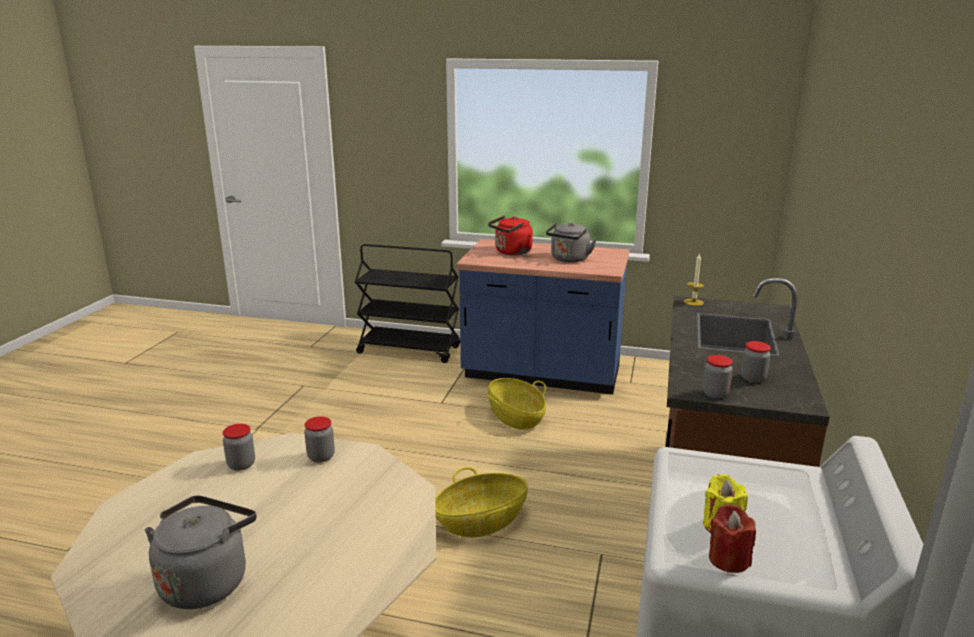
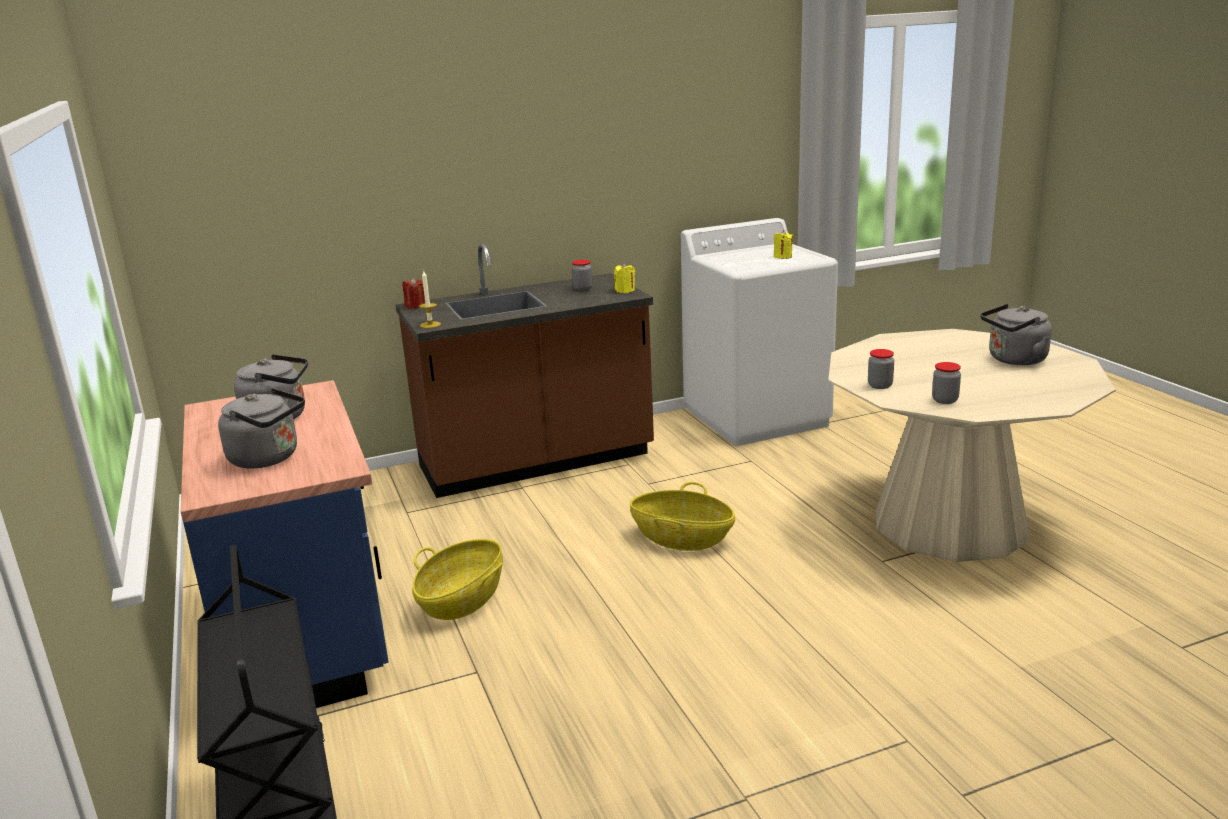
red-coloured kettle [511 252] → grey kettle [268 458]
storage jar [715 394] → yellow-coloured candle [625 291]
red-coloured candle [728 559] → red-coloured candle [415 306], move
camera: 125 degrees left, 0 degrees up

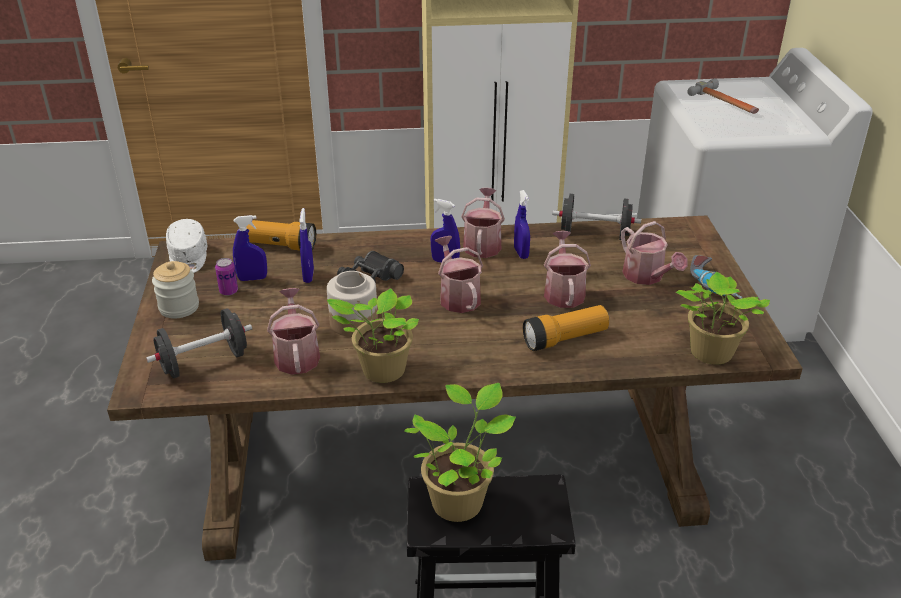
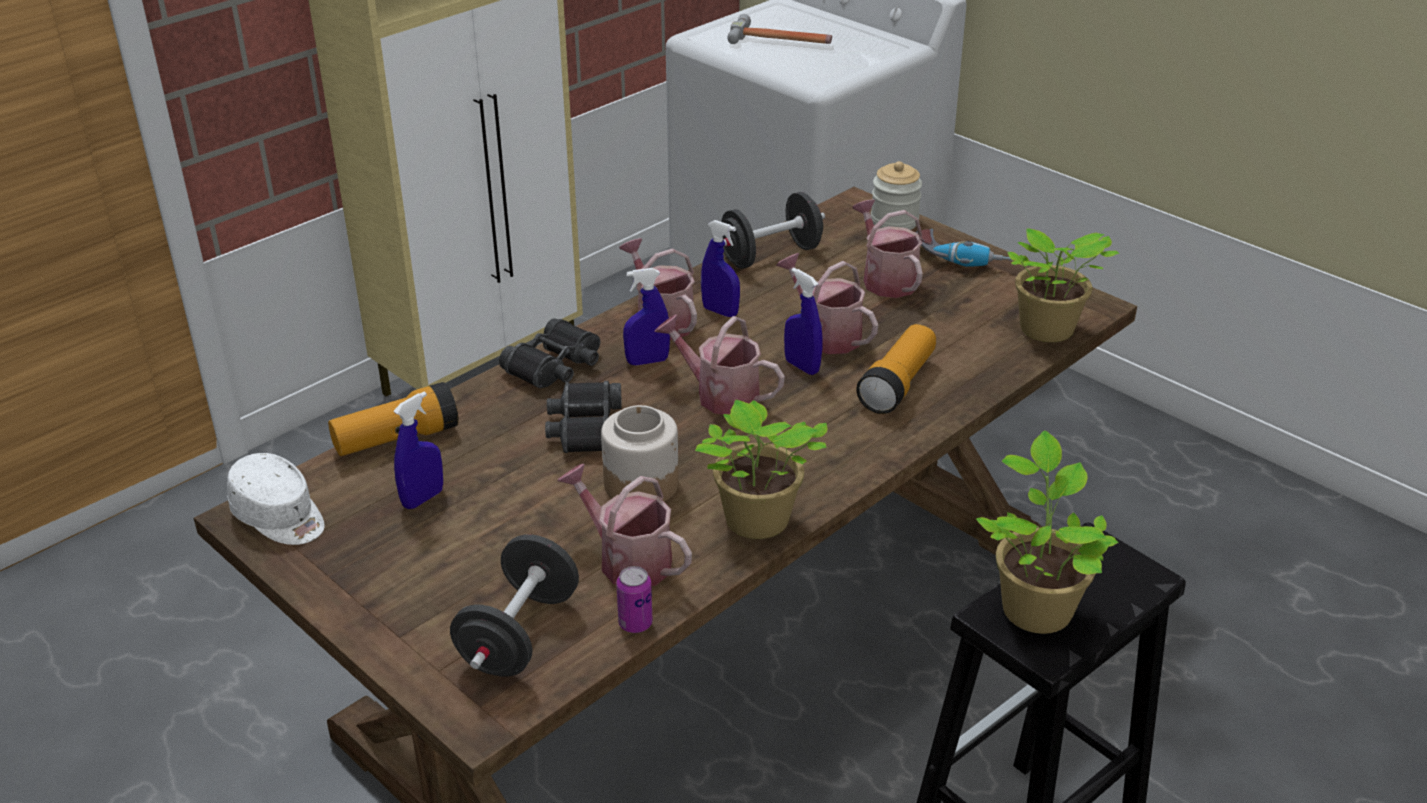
storage jar [179 307] → storage jar [894 221], move
can [229 291] → can [635 623], move
blue-coloured hand sprayer [308 276] → blue-coloured hand sprayer [801 366], move
watering pot [647 277] → watering pot [886 279], 135 degrees counterclockwise
- → blackish pair of binoculars [555 366]
camera: 40 degrees left, 0 degrees up

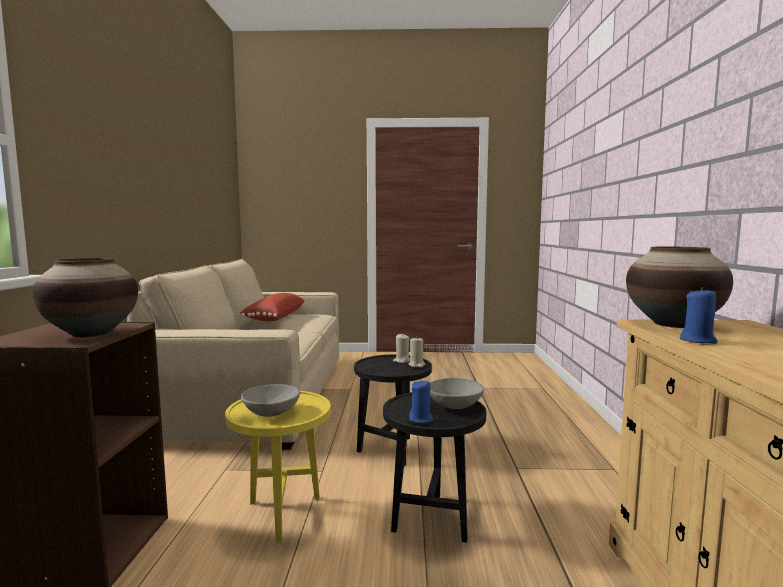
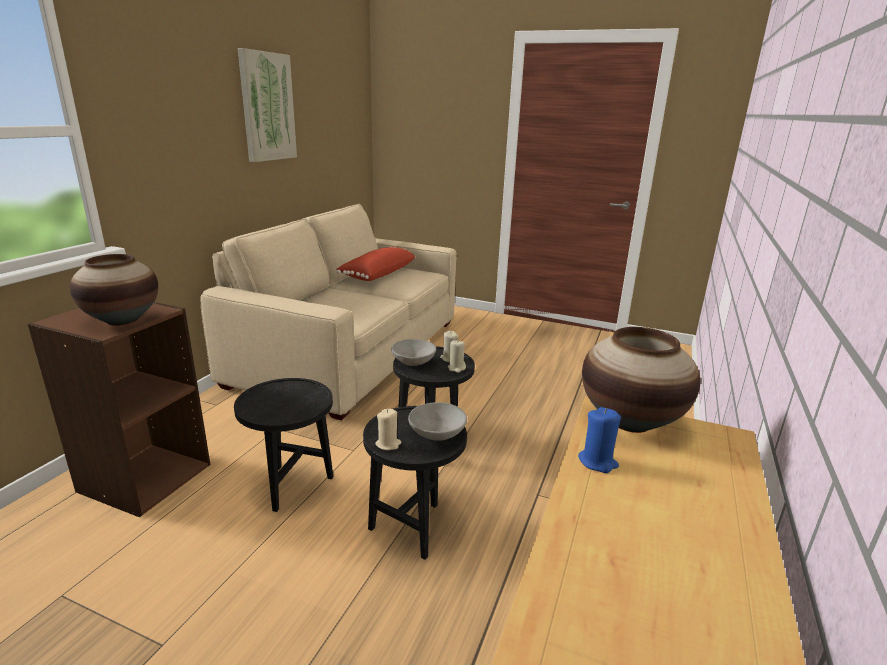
yellow-coloured end table [282 516] → blackish end table [292 488]
grey bowl [271 413] → grey bowl [413 362], move
blue-coloured candle [421 419] → beige candle [388 444]
- → wall picture [267 107]
camera: 20 degrees right, 15 degrees up

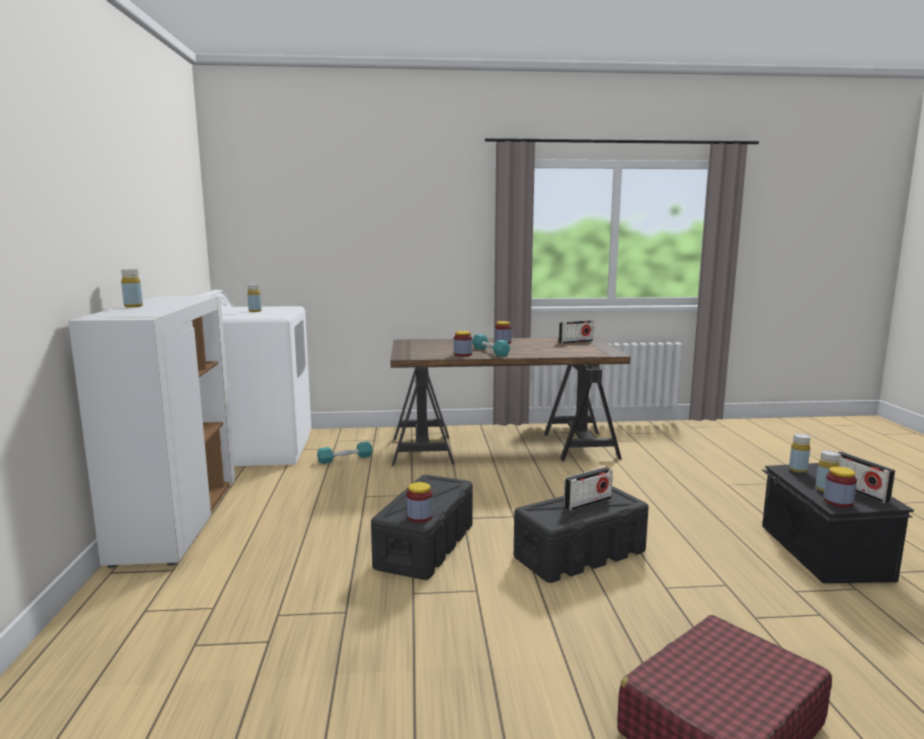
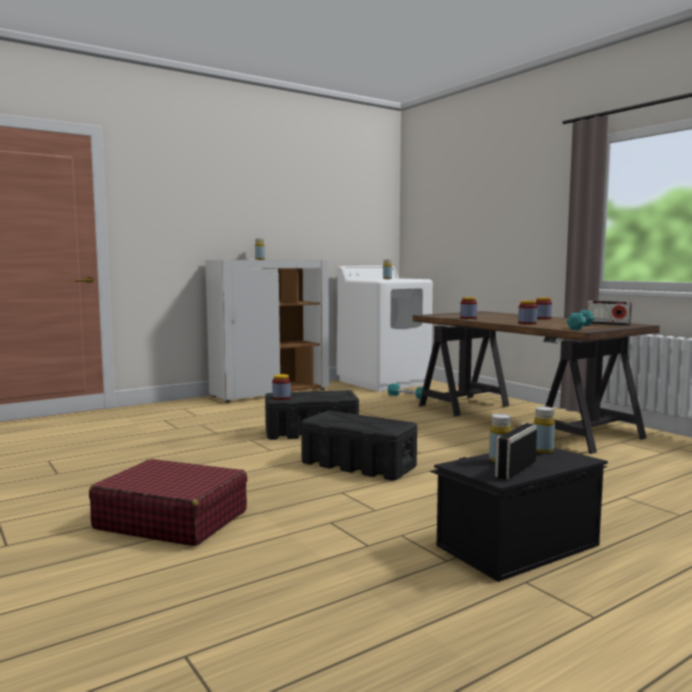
turquoise free weight [490 351] → turquoise free weight [580 327], move
radio receiver [587 503] → -
storage jar [838 502] → storage jar [527 323], move
camera: 60 degrees right, 5 degrees down

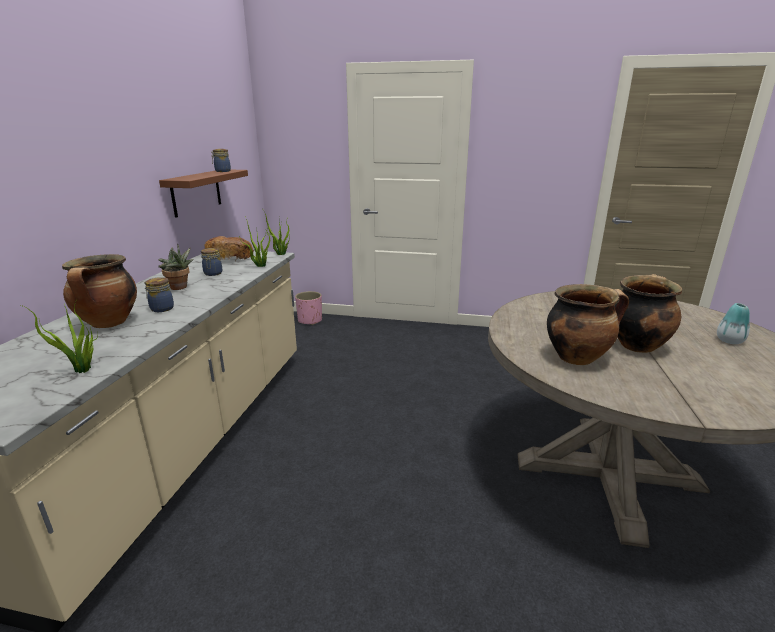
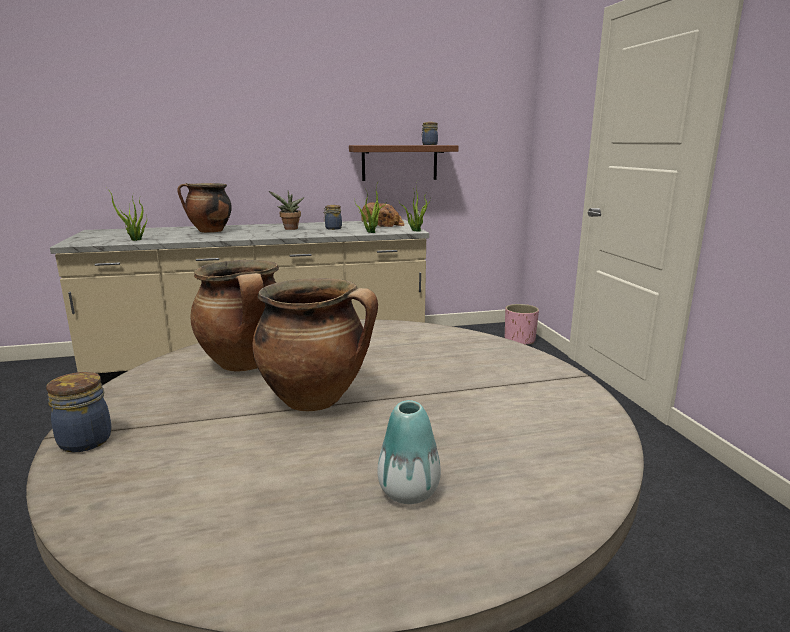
storage jar [161 308] → storage jar [86 440], move
camera: 65 degrees right, 5 degrees down

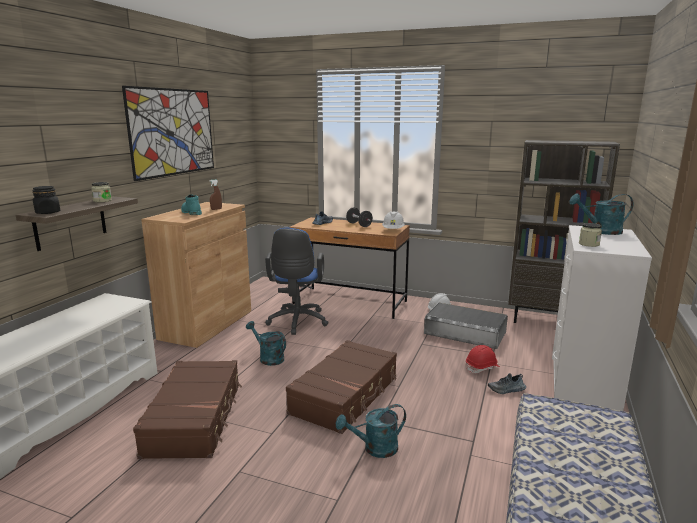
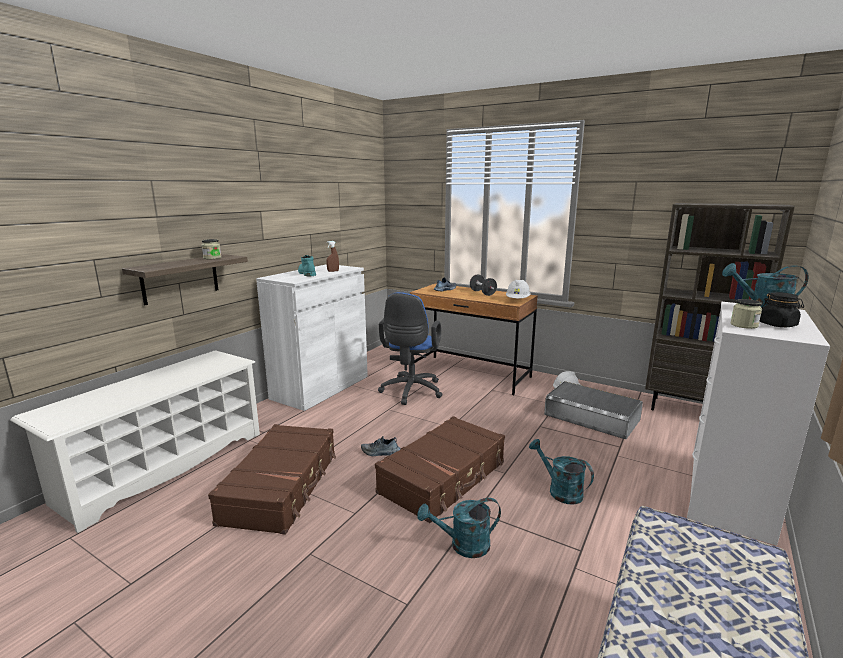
blackish storage jar [48 212] → blackish storage jar [778 325], move
wall picture [173 132] → -
brownish cupboard [206 324] → whitish cupboard [320 387]
turquoise watering pot [268 358] → turquoise watering pot [560 491], move
red-coloured hard hat [482 368] → -
item of footwear [506 390] → item of footwear [380 453], move
camera: 10 degrees right, 0 degrees up

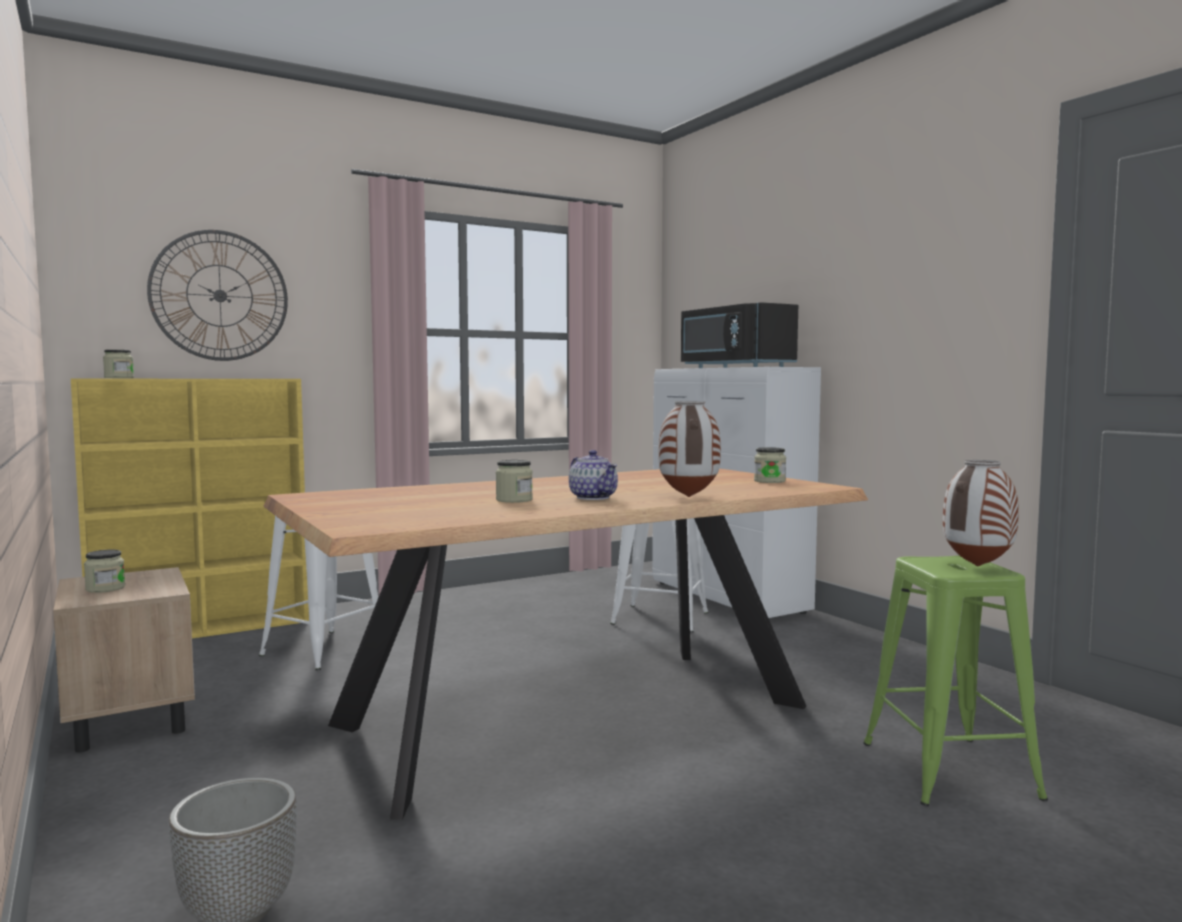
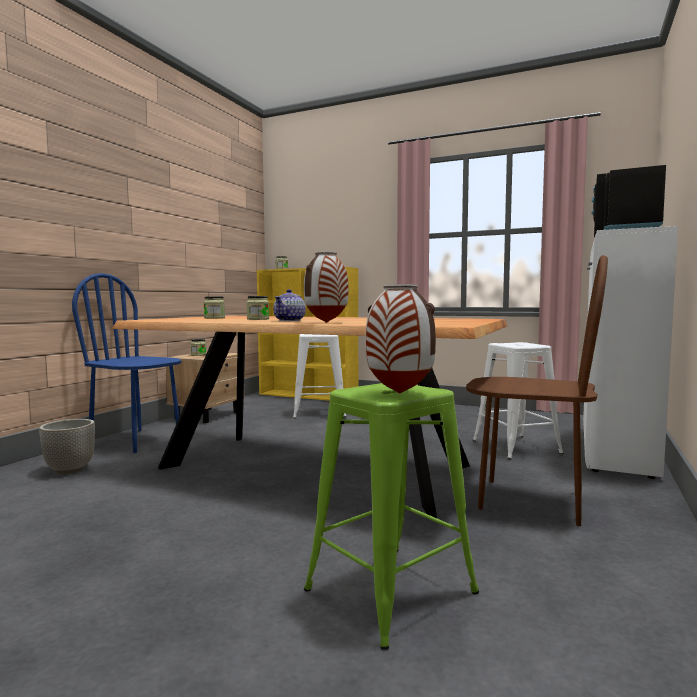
wall clock [220 296] → -
storage jar [769 481] → storage jar [214 318], move
- → blue-coloured upright chair [136 441]
- → brownish upright chair [530 500]
camera: 55 degrees right, 0 degrees up

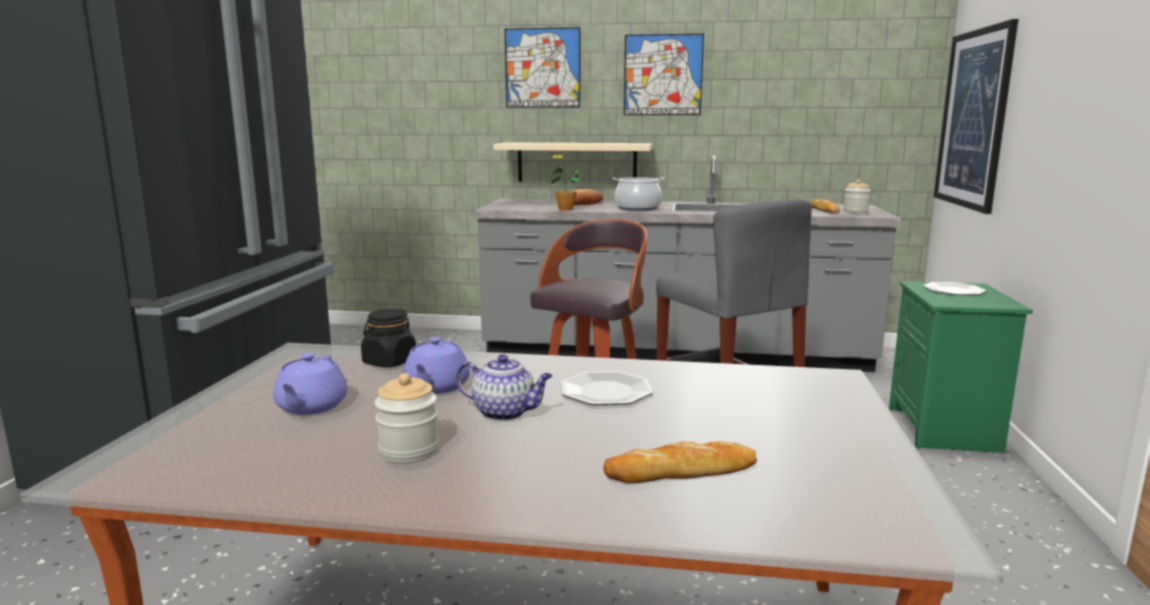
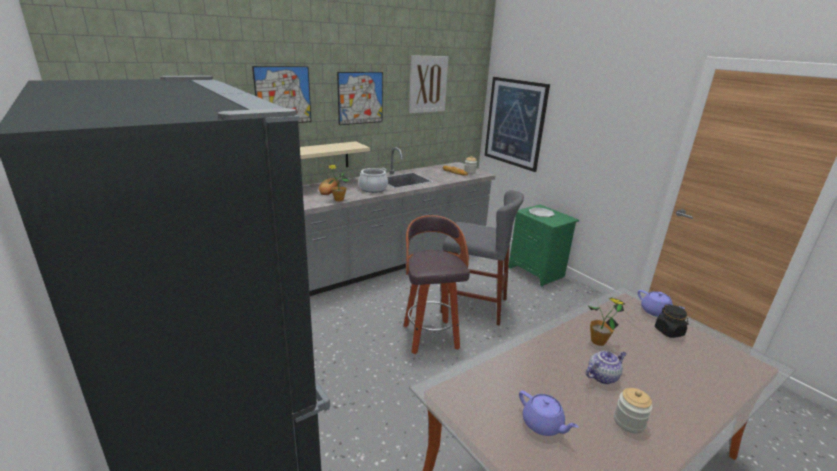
blackish storage jar [389 362] → blackish storage jar [669 332], move
purple tea pot [436 387] → purple tea pot [656 312], move
plate [606 391] → plant in a pot [598 341]
bread [682 472] → -
- → wall picture [428 84]
camera: 45 degrees left, 10 degrees up

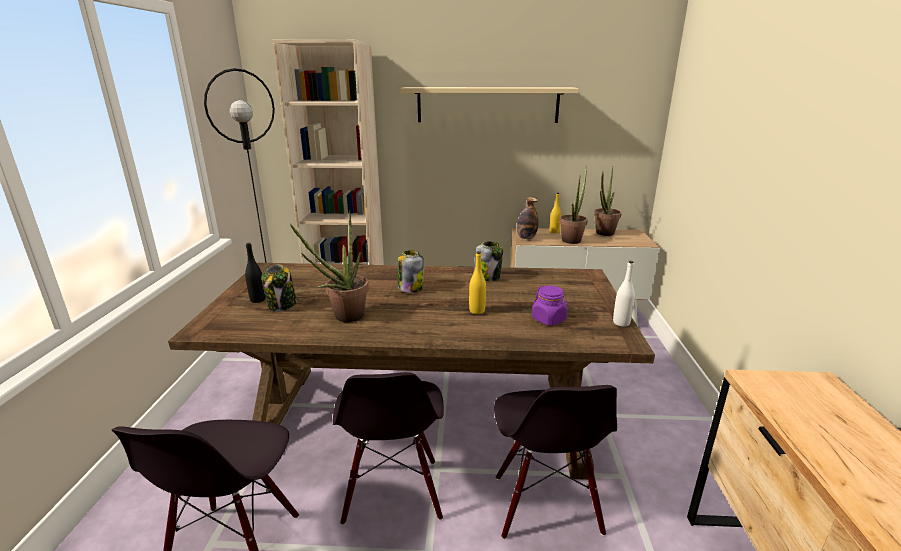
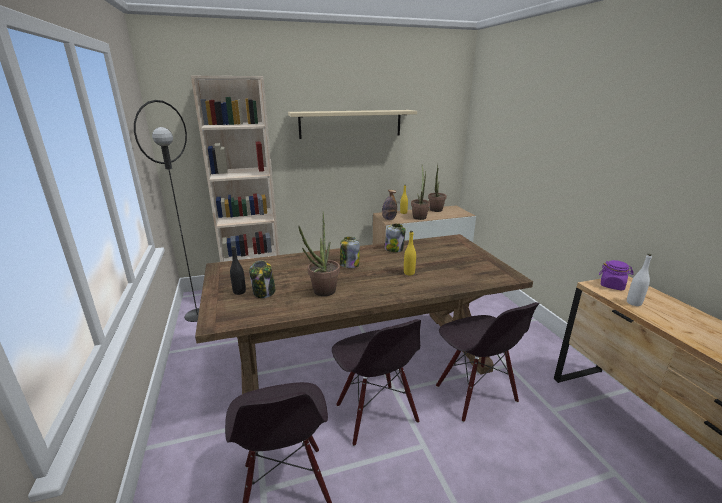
purple storage jar [549 319] → purple storage jar [612 285], move
whitish beverage bottle [621 323] → whitish beverage bottle [633 303], move
camera: 20 degrees left, 0 degrees up

